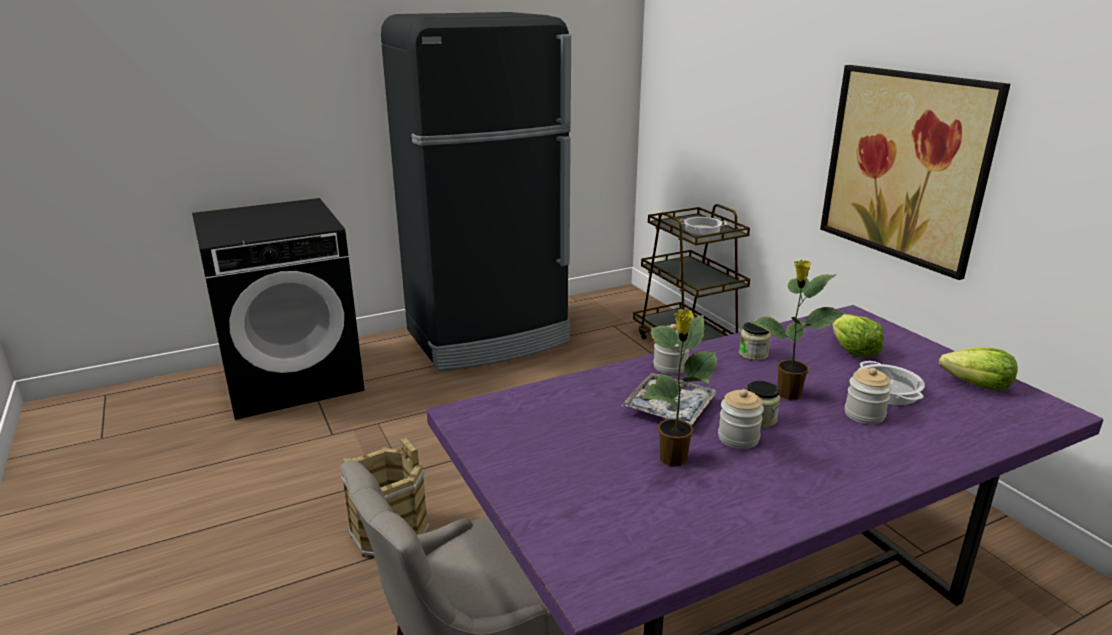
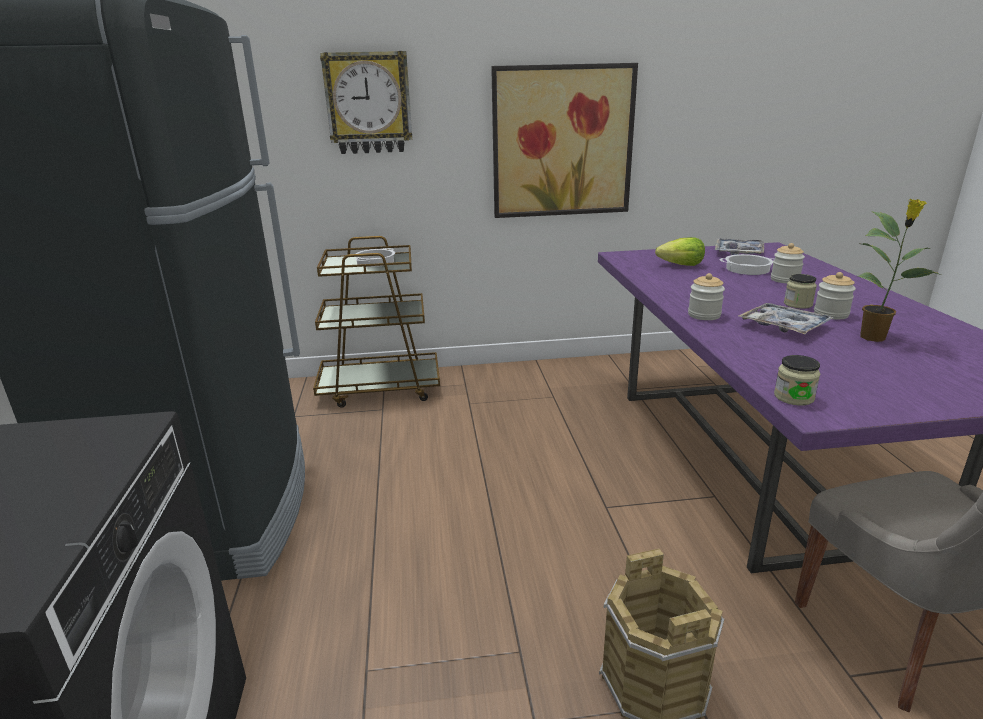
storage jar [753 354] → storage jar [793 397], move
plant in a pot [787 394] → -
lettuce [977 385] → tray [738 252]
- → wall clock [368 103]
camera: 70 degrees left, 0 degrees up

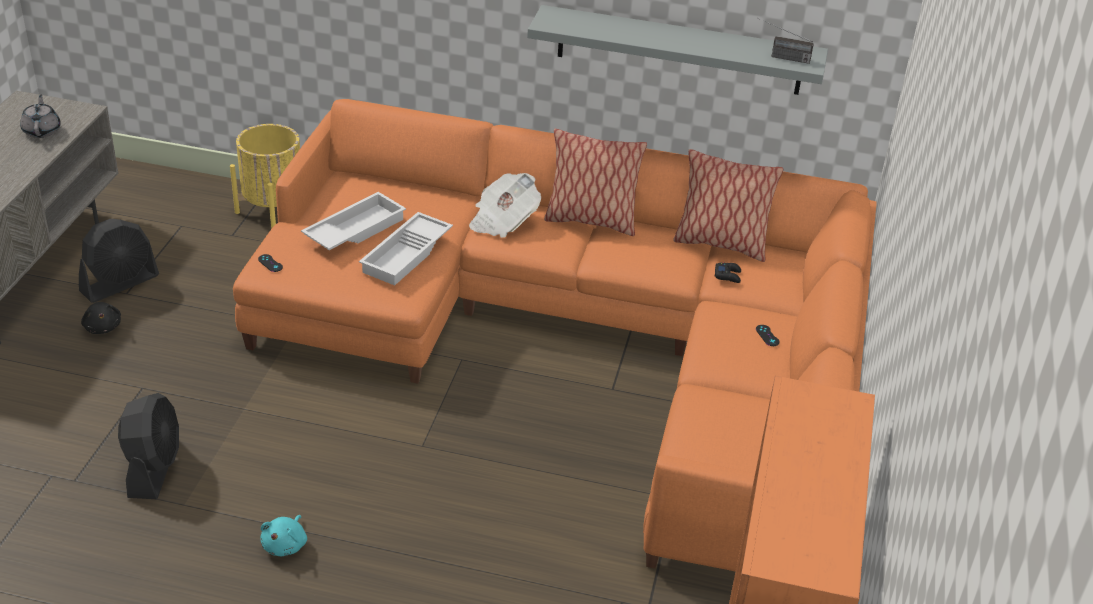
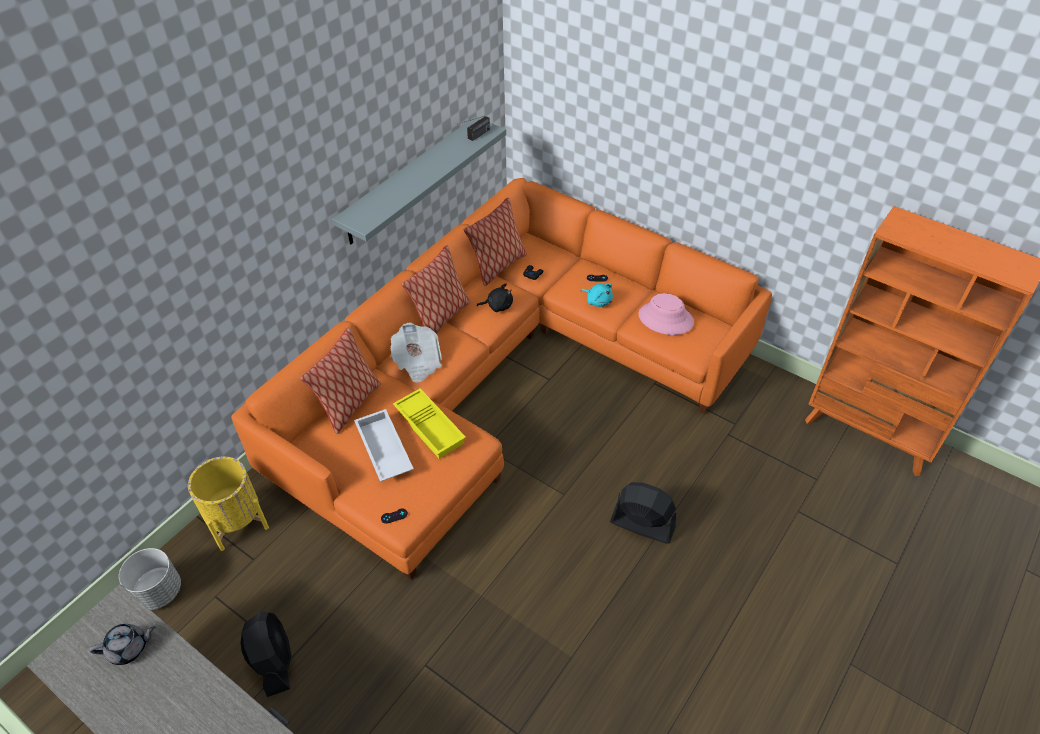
grey tea pot [42 130] → grey tea pot [129 648], 150 degrees clockwise
blackish plush toy [103 327] → blackish plush toy [498 306], move
blackish fan [154 468] → blackish fan [642 525], move
turquoise plush toy [286 545] → turquoise plush toy [598 301], move
whitish tray [407 255] → yellow-coloured tray [431 426]
- → grey flower pot [159 591]
- → pillow [349 405]
- → pinkish clothing hat [665 319]
camera: 65 degrees left, 10 degrees up

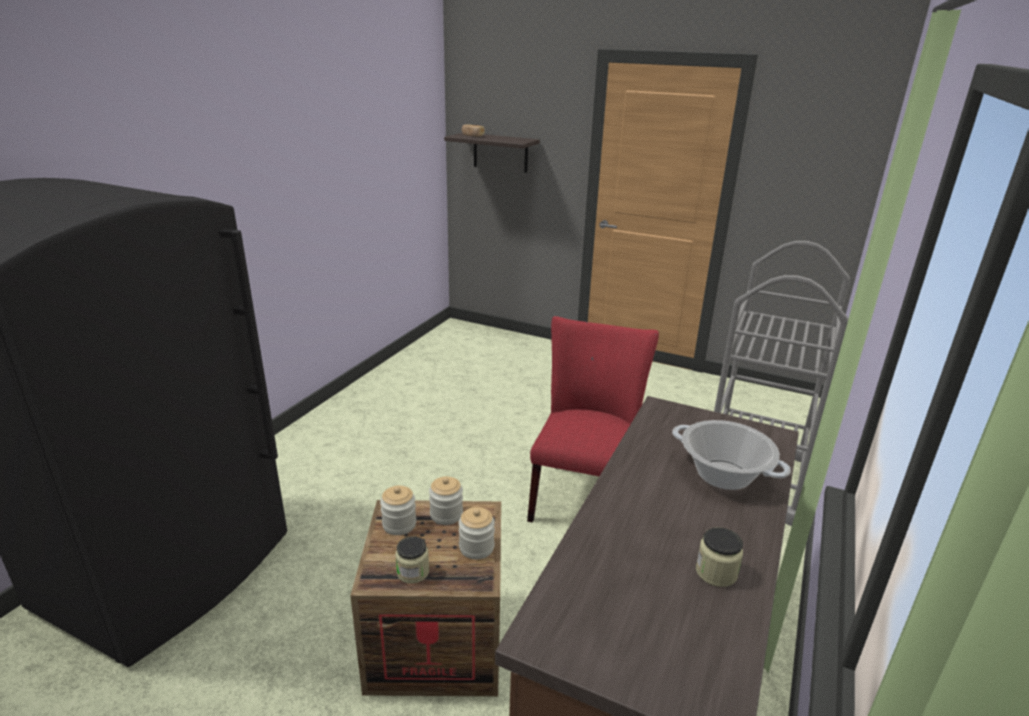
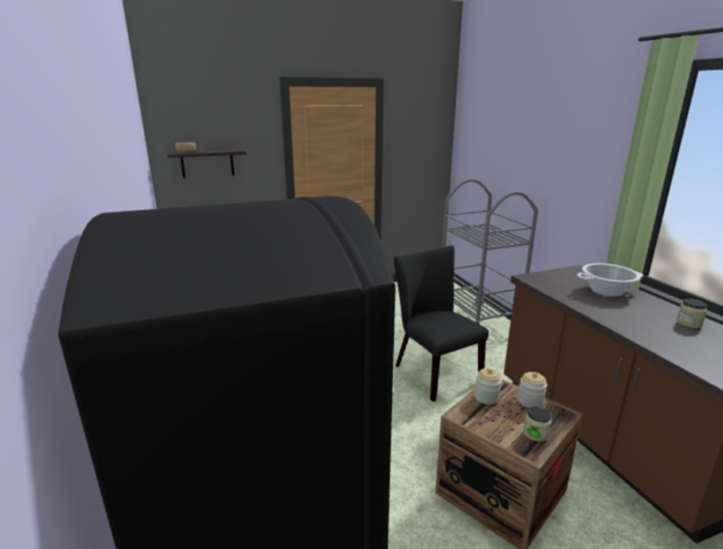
storage jar [399 524] → -
red-coloured upright chair [583 494] → blackish upright chair [432 371]
camera: 45 degrees left, 5 degrees down

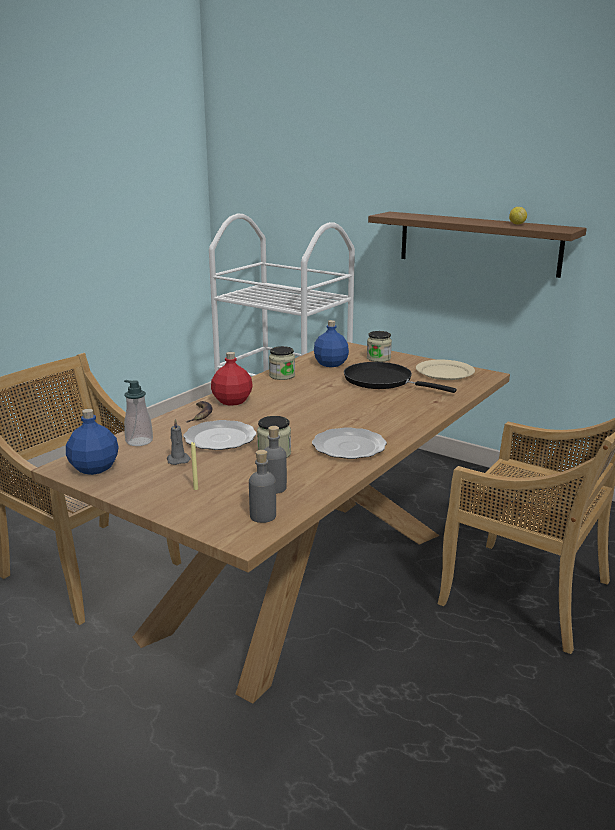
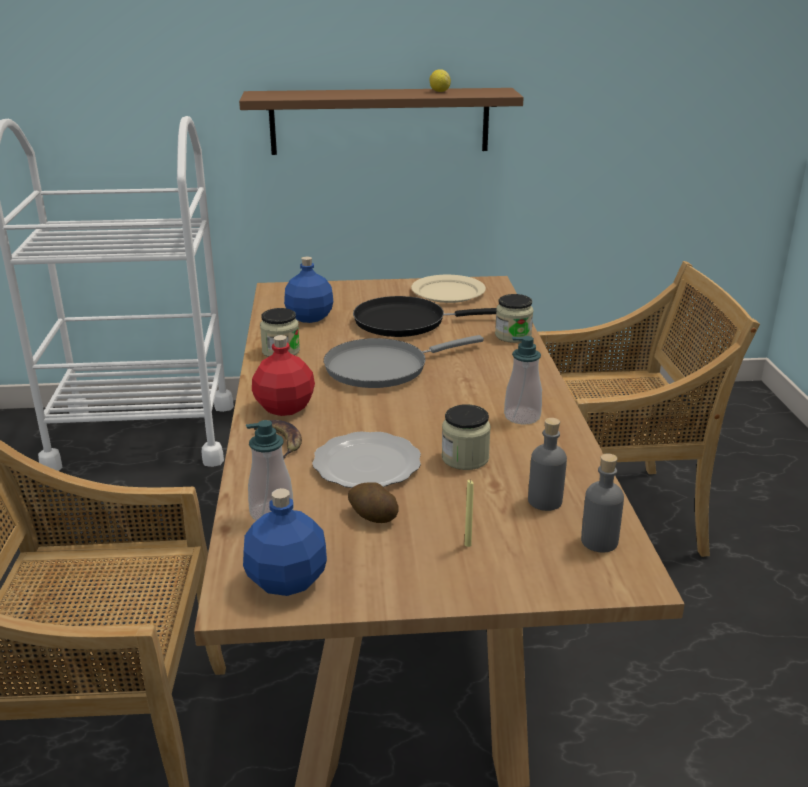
grey candle [178 460] → whole potato [372 516]
plate [349 447] → liquid soap bottle [522 417]
storage jar [378 358] → storage jar [513 335], move
- → grey skillet [382 368]
camera: 40 degrees left, 5 degrees up

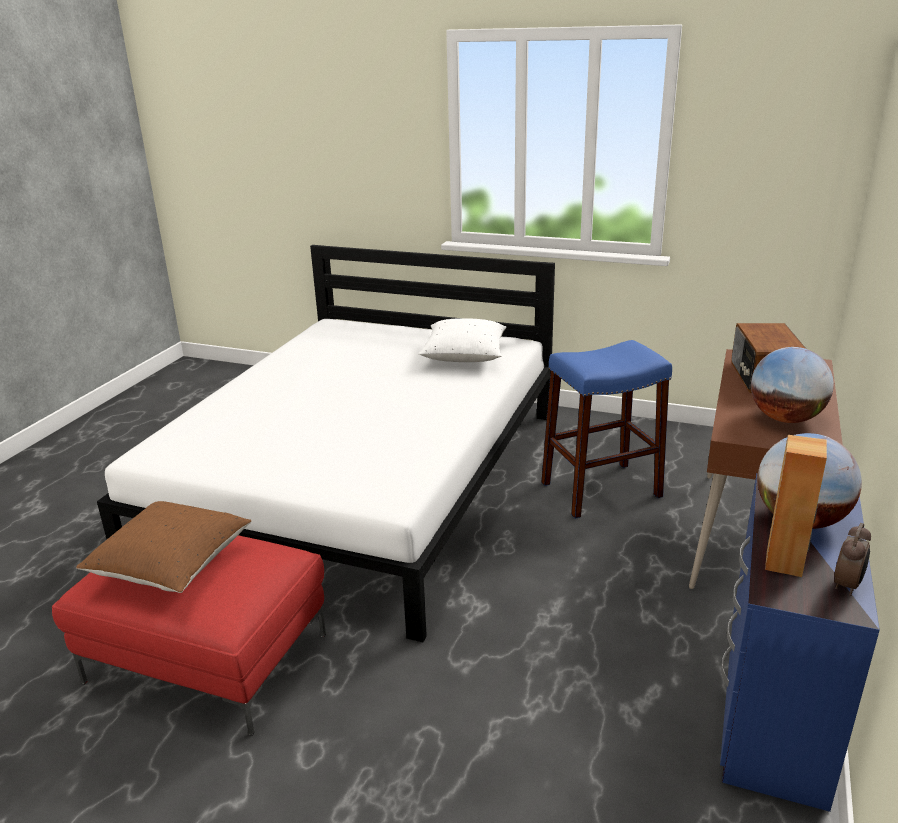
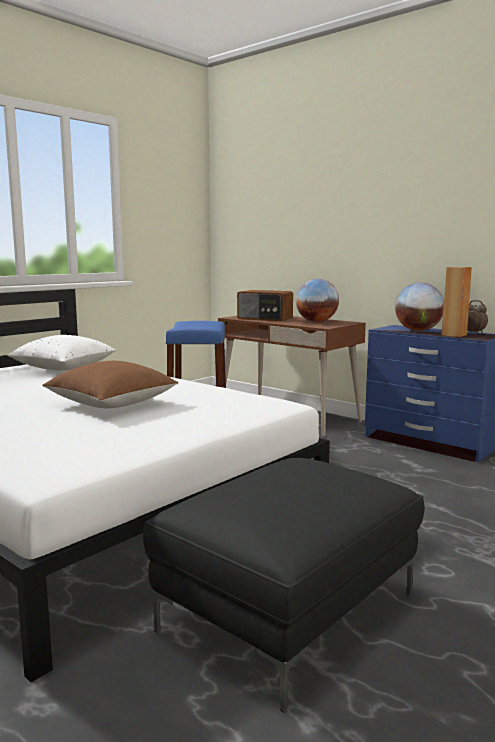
red-coloured footrest [210 657] → blackish footrest [288 610]
brownish pillow [172 565] → brownish pillow [112 404], move
camera: 70 degrees left, 15 degrees down

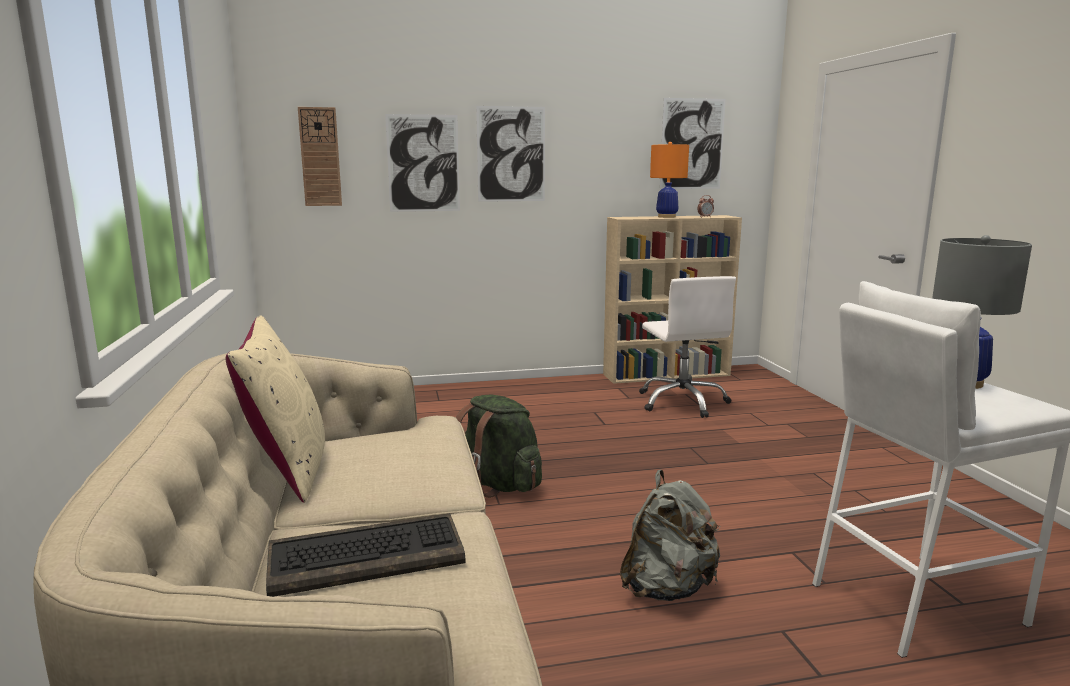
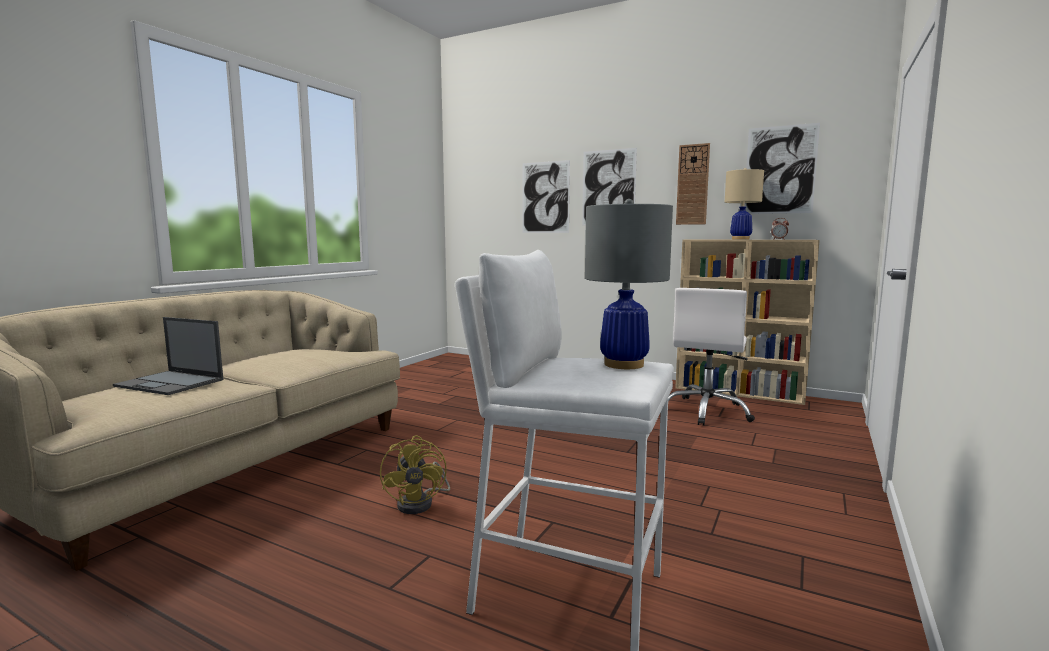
beige pillow [287 469] → -
computer keyboard [368 556] → laptop [171 383]
wall clock [320 157] → wall clock [692 184], move
green-coloured backpack [498 485] → -
grey backpack [667 588] → yellow-coloured fan [421 503]
orange-coloured lamp for a table [667 217] → beige lamp for a table [740 239]
camera: 40 degrees right, 5 degrees down

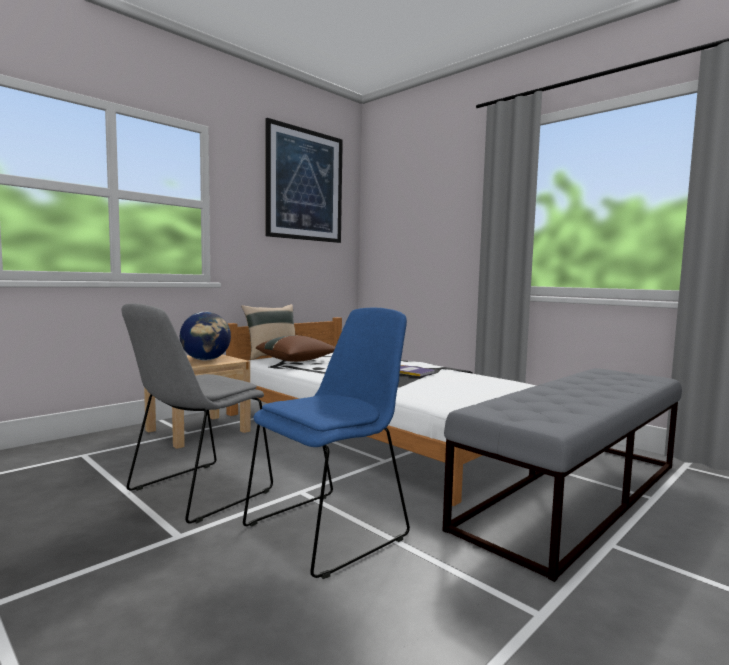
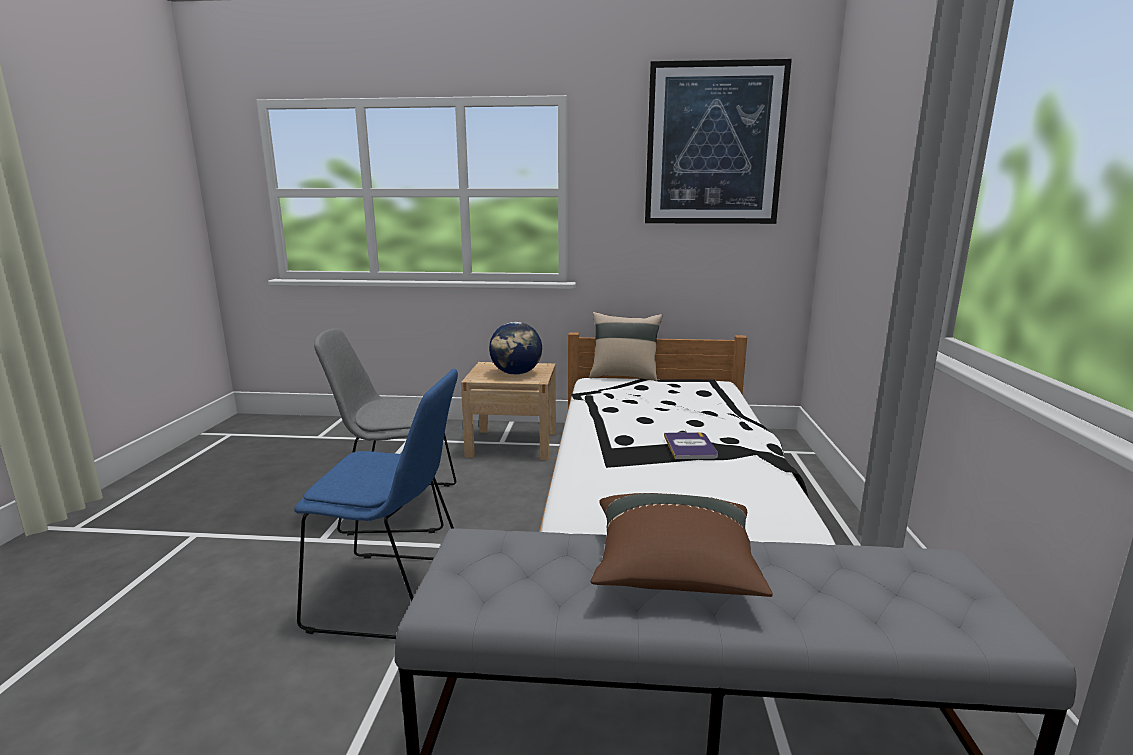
brownish pillow [297 361] → brownish pillow [674 571], move
camera: 50 degrees right, 10 degrees up

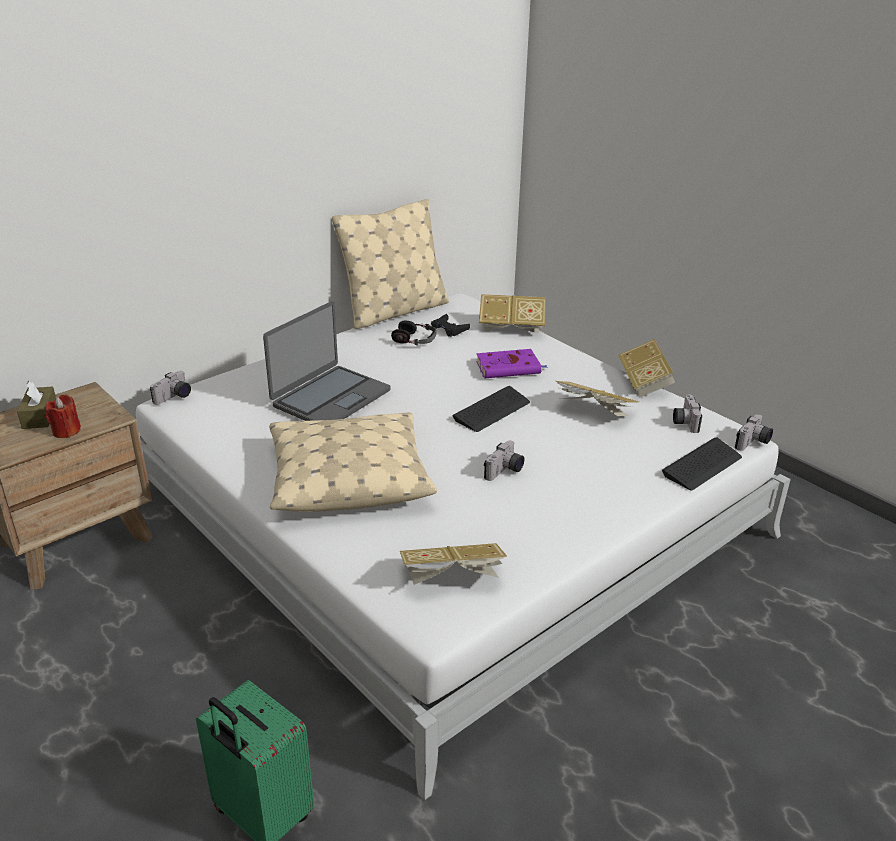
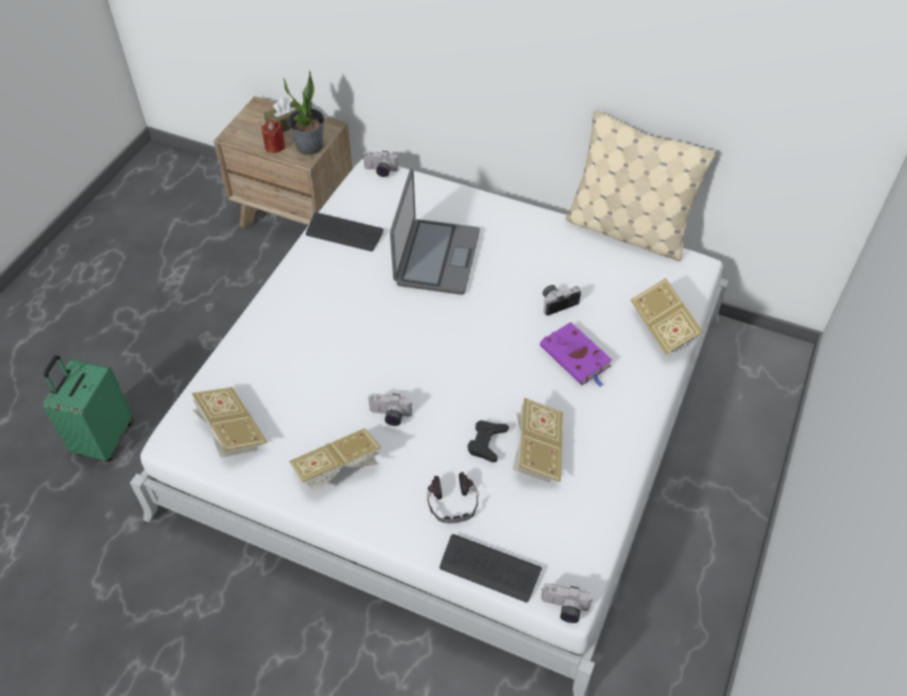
laptop [330 398] → laptop [436 257], 90 degrees counterclockwise
beige pillow [348 477] → -
headphones [415 339] → headphones [453 502], move
blackish game controller [449 329] → blackish game controller [487 442], move
computer keyboard [492 411] → computer keyboard [344 233], move
bound book [644 382] → bound book [338 470], move
still camera [683 422] → still camera [558 302], move
- → plant in a pot [310 146]
camera: 65 degrees right, 20 degrees up

